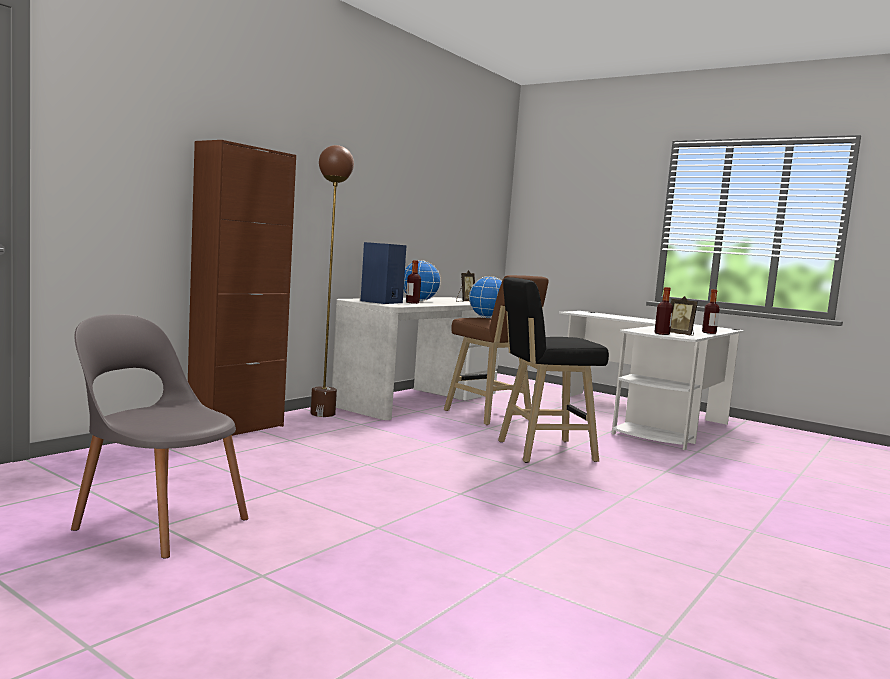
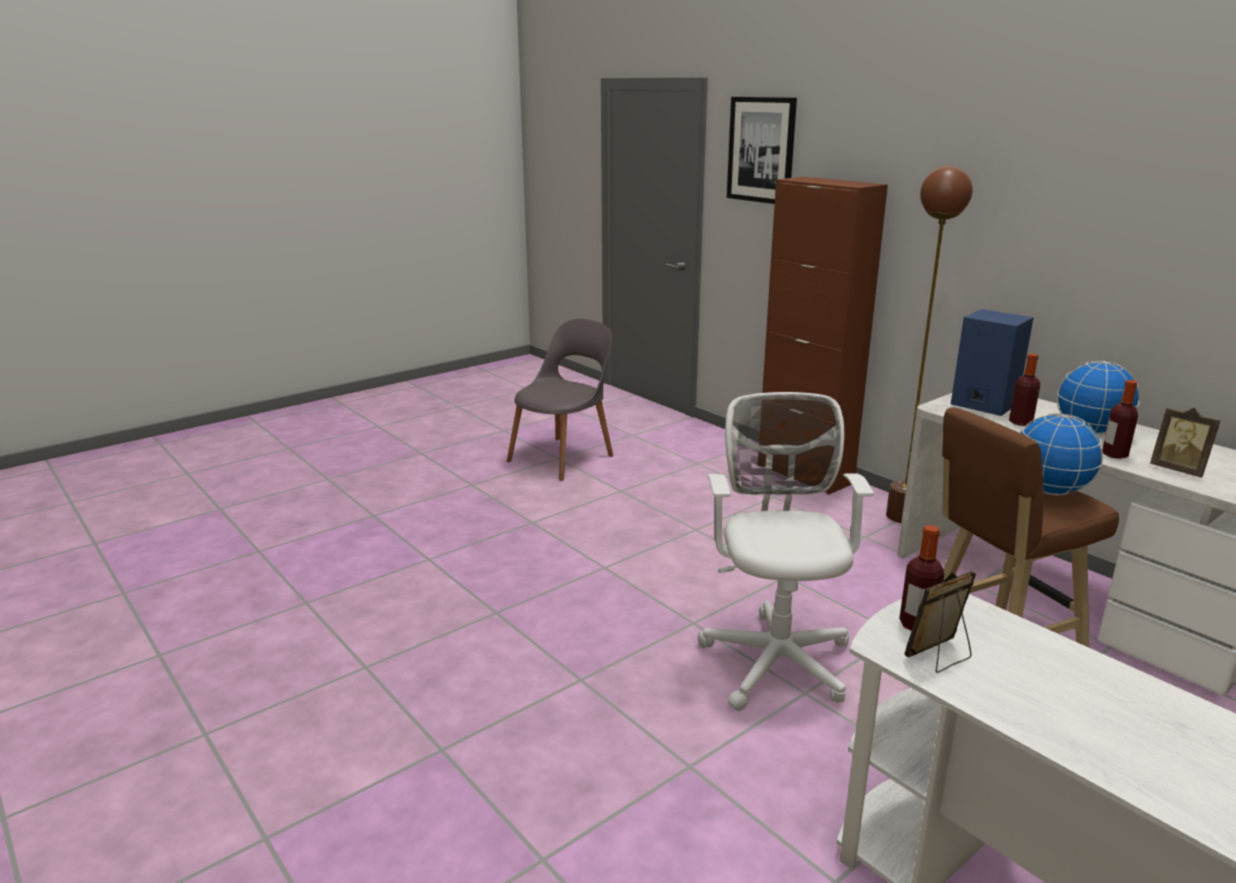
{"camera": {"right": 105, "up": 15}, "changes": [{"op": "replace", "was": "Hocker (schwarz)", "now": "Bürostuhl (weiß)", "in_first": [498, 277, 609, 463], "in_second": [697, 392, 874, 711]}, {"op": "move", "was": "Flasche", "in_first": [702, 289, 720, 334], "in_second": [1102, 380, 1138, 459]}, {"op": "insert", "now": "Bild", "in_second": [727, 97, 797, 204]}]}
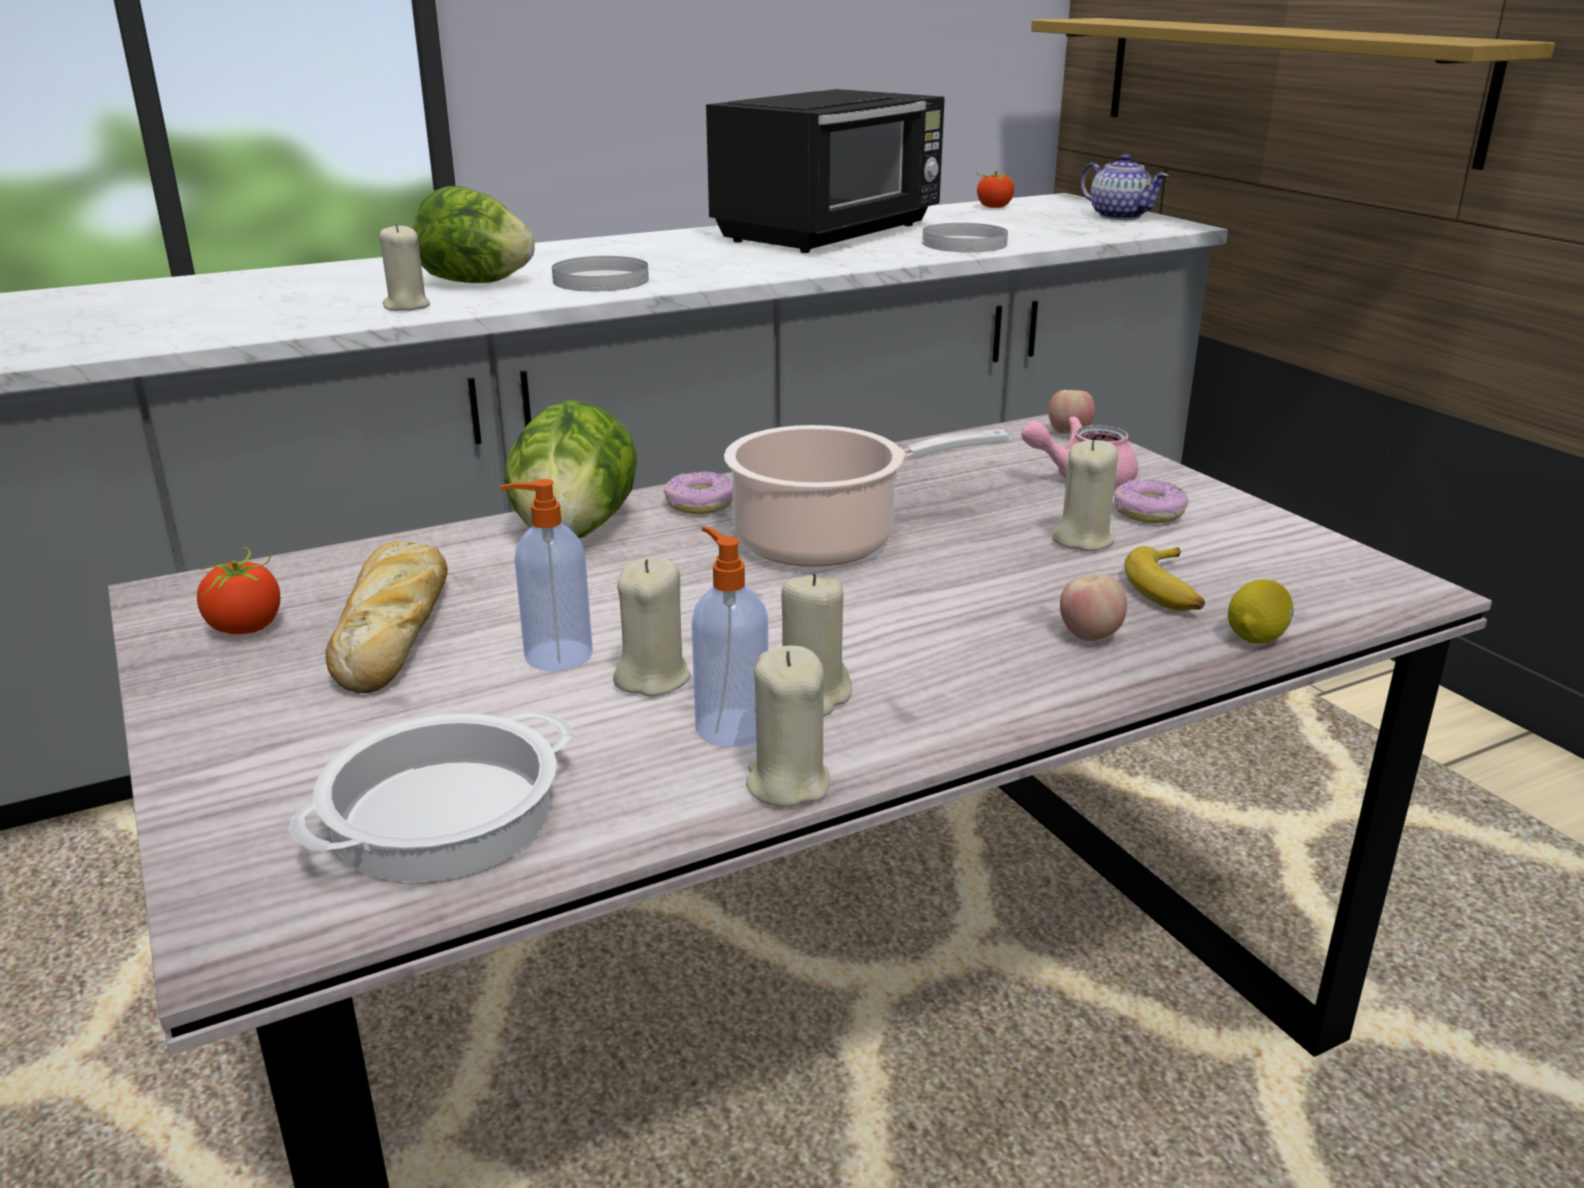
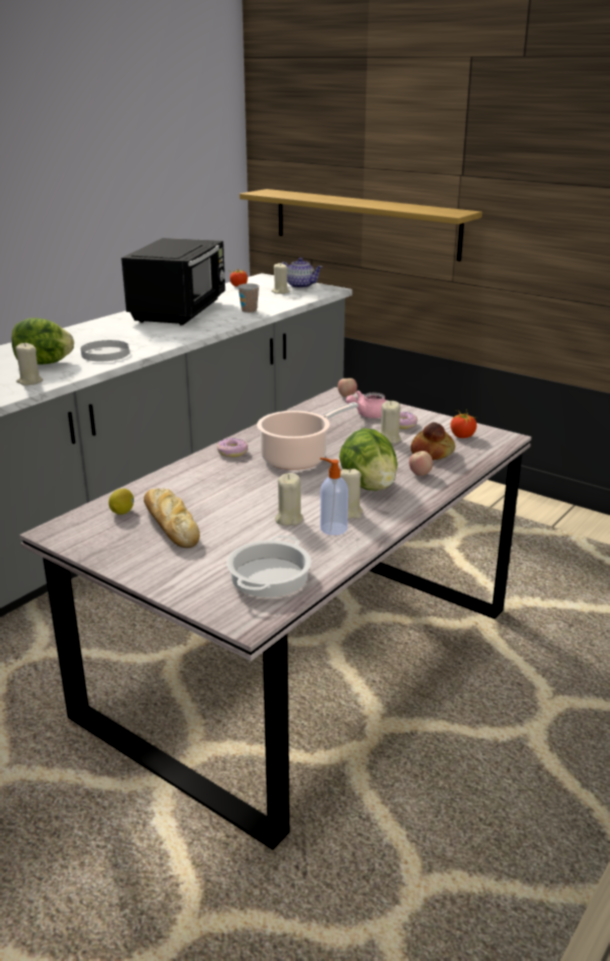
{"camera": {"right": -25, "up": 0}, "changes": [{"op": "move", "was": "Tomate", "in_first": [197, 547, 280, 634], "in_second": [451, 410, 477, 438]}, {"op": "delete", "was": "Seifenspender", "in_first": [500, 479, 593, 671]}, {"op": "move", "was": "Salatkopf", "in_first": [503, 400, 637, 538], "in_second": [339, 428, 397, 491]}, {"op": "move", "was": "Kerze (beige)", "in_first": [746, 646, 830, 807], "in_second": [272, 263, 289, 294]}, {"op": "replace", "was": "Teller (weiß)", "now": "Tasse", "in_first": [922, 223, 1008, 252], "in_second": [238, 283, 260, 313]}, {"op": "replace", "was": "Banane", "now": "Brot", "in_first": [1124, 546, 1205, 611], "in_second": [411, 422, 455, 460]}, {"op": "move", "was": "Zitrone", "in_first": [1228, 579, 1294, 644], "in_second": [109, 488, 134, 515]}]}
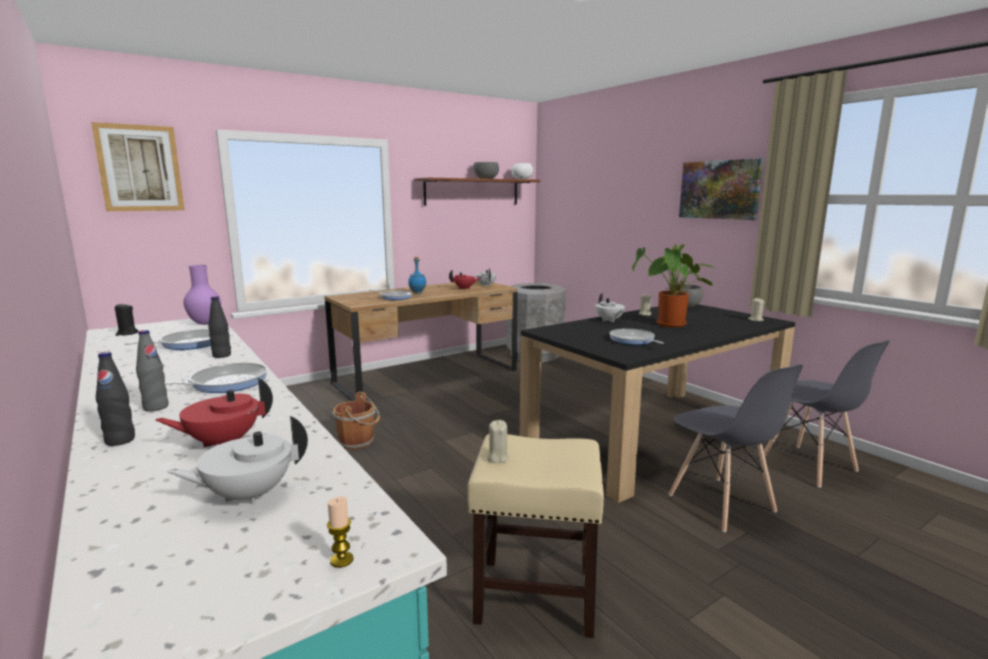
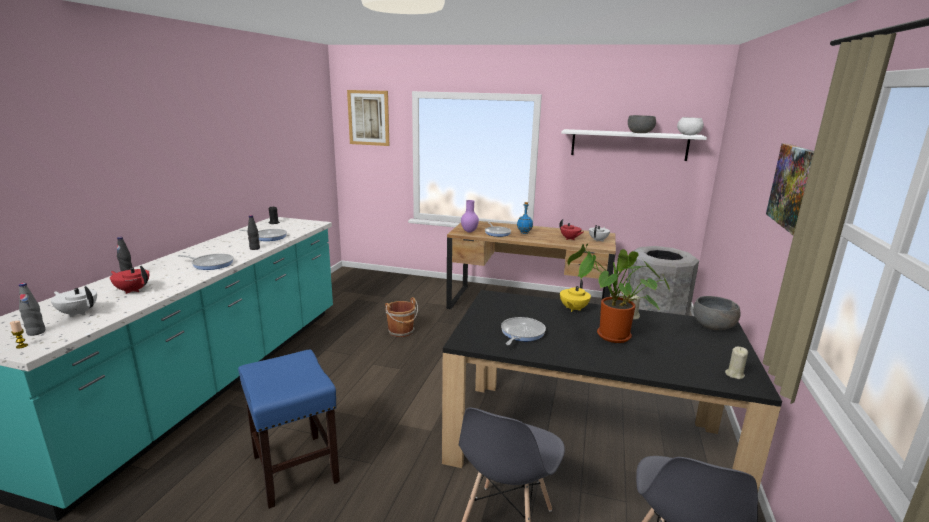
{"camera": {"right": 50, "up": 5}, "changes": [{"op": "move", "was": "Flasche (grau)", "in_first": [136, 330, 169, 412], "in_second": [19, 283, 45, 336]}, {"op": "move", "was": "Vase (lila)", "in_first": [184, 265, 221, 325], "in_second": [461, 200, 479, 233]}, {"op": "recolor", "was": "Wandregal (braun)", "now": "Wandregal (weiß)", "in_first": [414, 178, 540, 206], "in_second": [561, 129, 707, 161]}, {"op": "recolor", "was": "Hocker (beige)", "now": "Hocker (blau)", "in_first": [467, 434, 604, 638], "in_second": [238, 349, 340, 509]}, {"op": "delete", "was": "Kerze (beige)", "in_first": [486, 420, 509, 463]}, {"op": "recolor", "was": "Teekanne (weiß)", "now": "Teekanne (gelb)", "in_first": [595, 293, 625, 322], "in_second": [560, 279, 591, 312]}]}
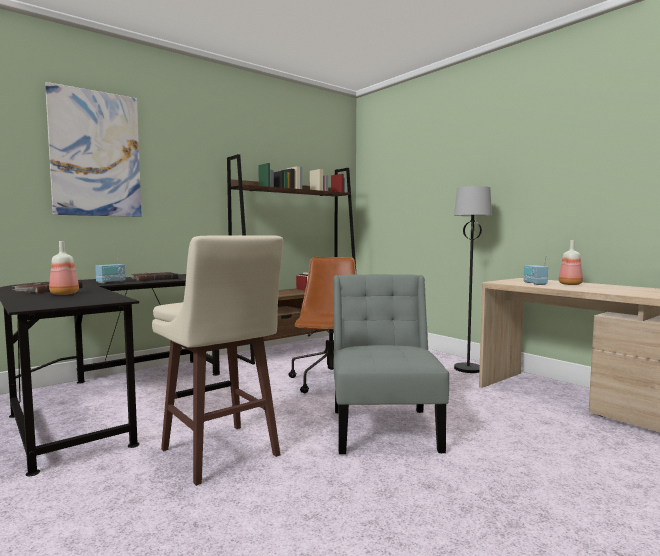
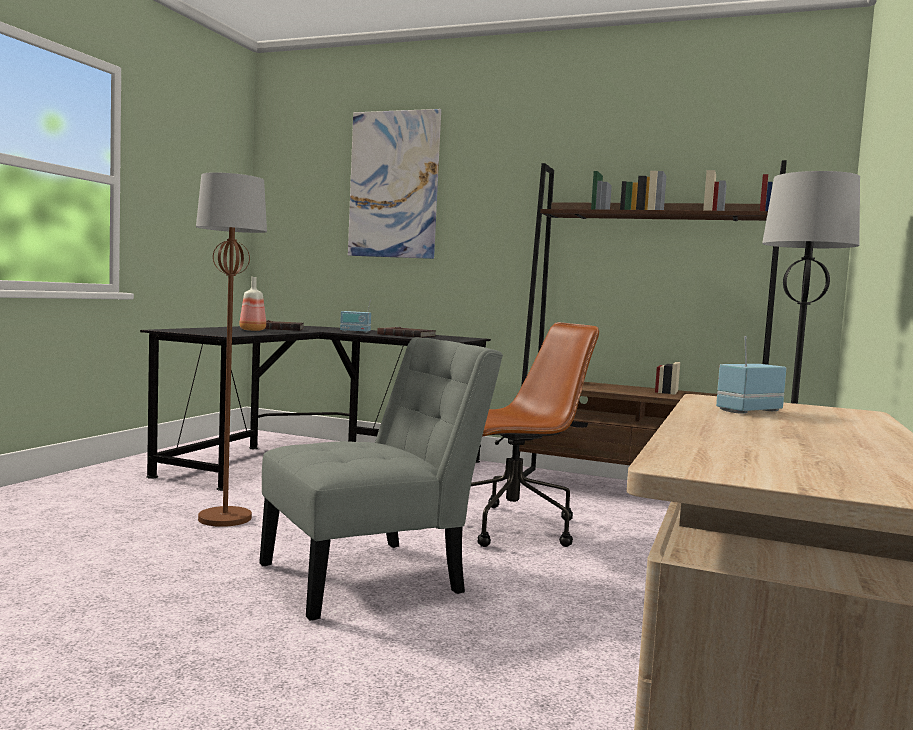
{"camera": {"right": 60, "up": 0}, "changes": [{"op": "replace", "was": "Hocker (beige)", "now": "Stehlampe (braun)", "in_first": [152, 235, 283, 486], "in_second": [196, 172, 267, 527]}, {"op": "delete", "was": "Flasche", "in_first": [559, 240, 583, 285]}]}
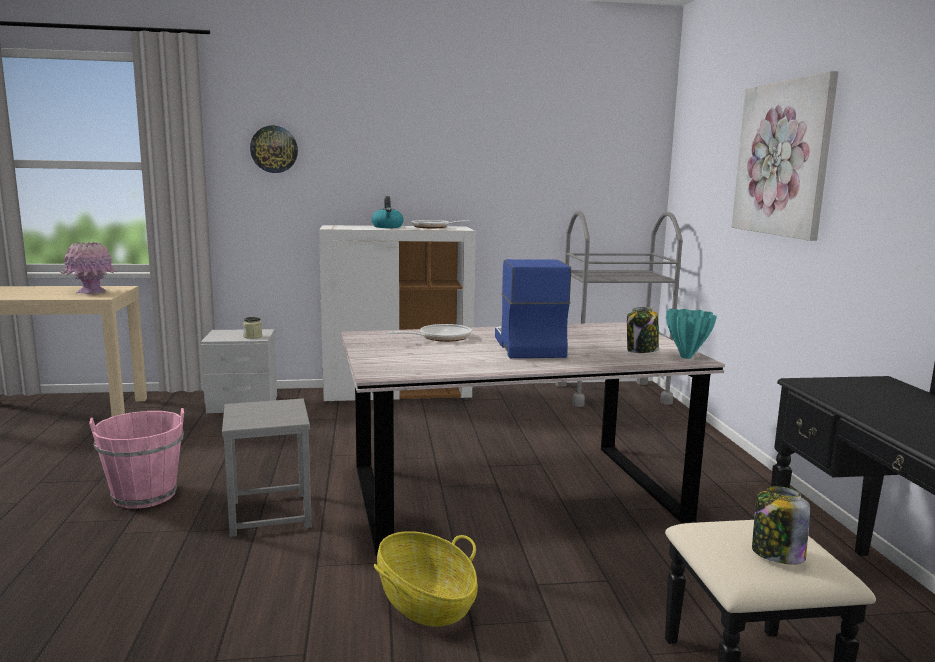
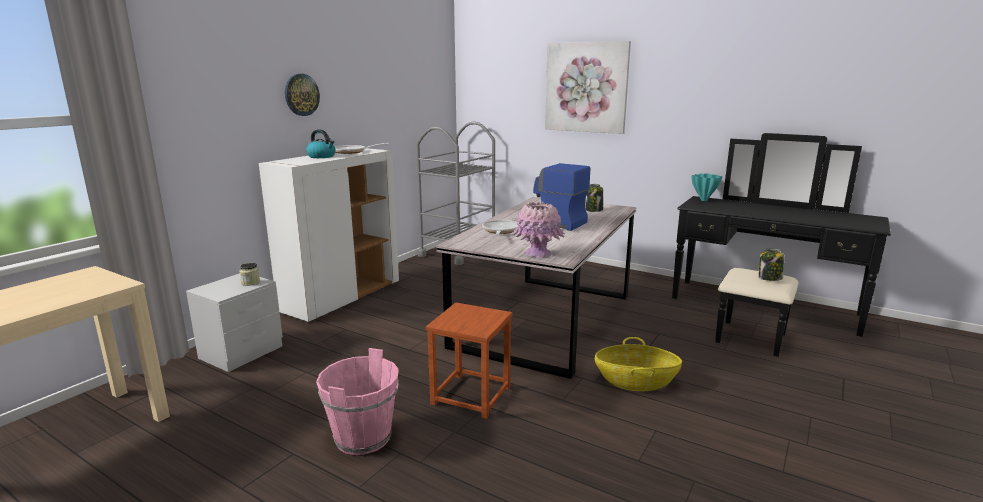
{"camera": {"right": -50, "up": 5}, "changes": [{"op": "move", "was": "Vase (rosa)", "in_first": [60, 241, 118, 294], "in_second": [512, 202, 565, 258]}, {"op": "recolor", "was": "Hocker (grau)", "now": "Hocker (braun)", "in_first": [222, 398, 312, 537], "in_second": [426, 302, 512, 419]}, {"op": "move", "was": "Wanduhr", "in_first": [250, 126, 298, 173], "in_second": [285, 74, 320, 116]}, {"op": "move", "was": "Vase (türkis)", "in_first": [666, 309, 717, 359], "in_second": [691, 174, 722, 201]}]}
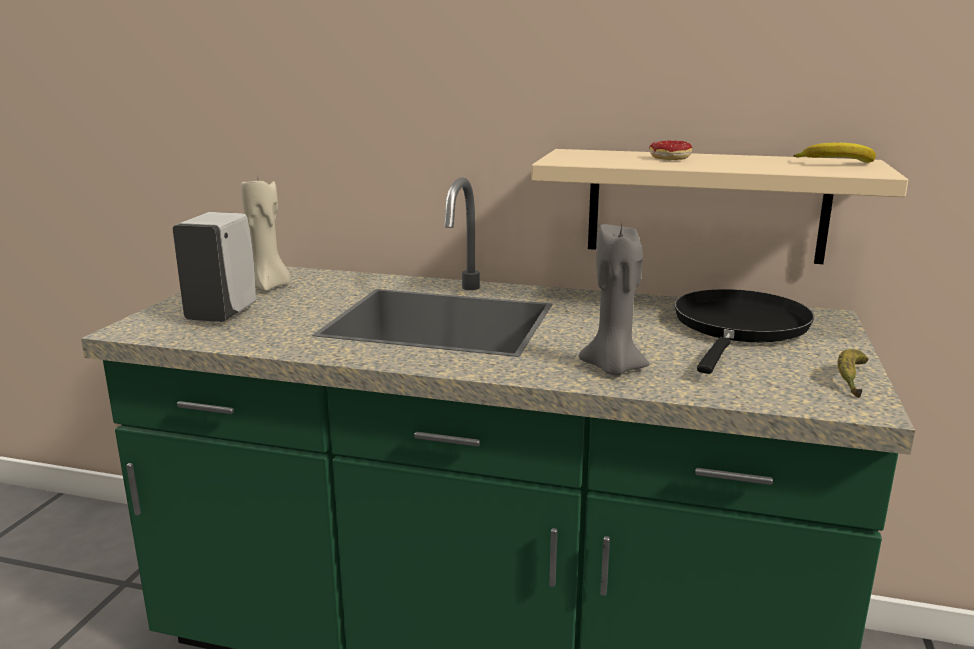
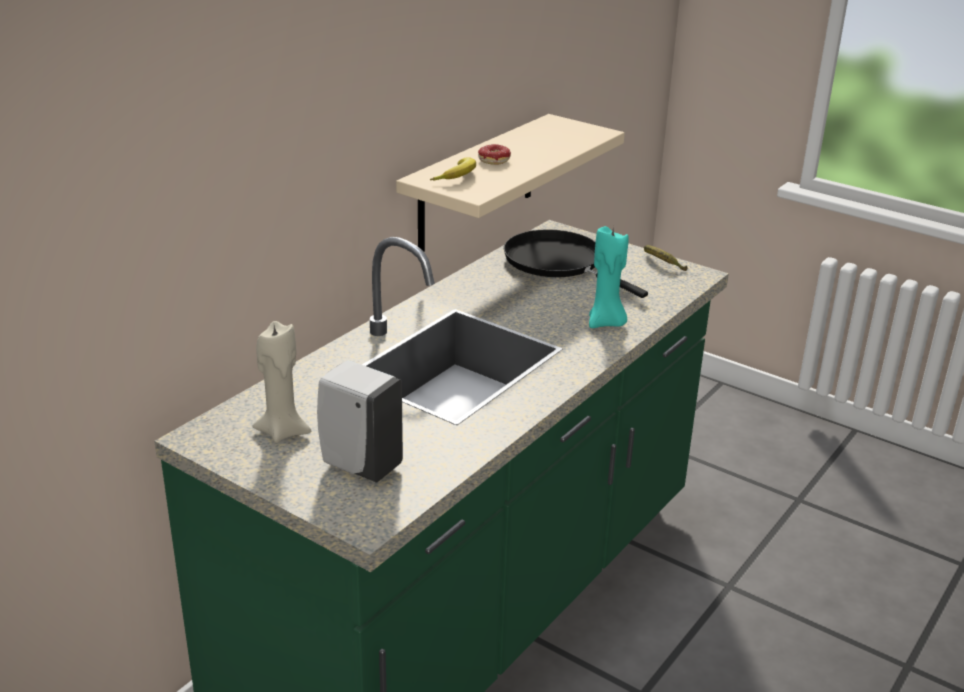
{"camera": {"right": -70, "up": 10}, "changes": [{"op": "recolor", "was": "Kerze (grau)", "now": "Kerze (türkis)", "in_first": [579, 224, 650, 376], "in_second": [589, 226, 629, 328]}, {"op": "move", "was": "Banane", "in_first": [793, 143, 876, 163], "in_second": [430, 157, 476, 180]}]}
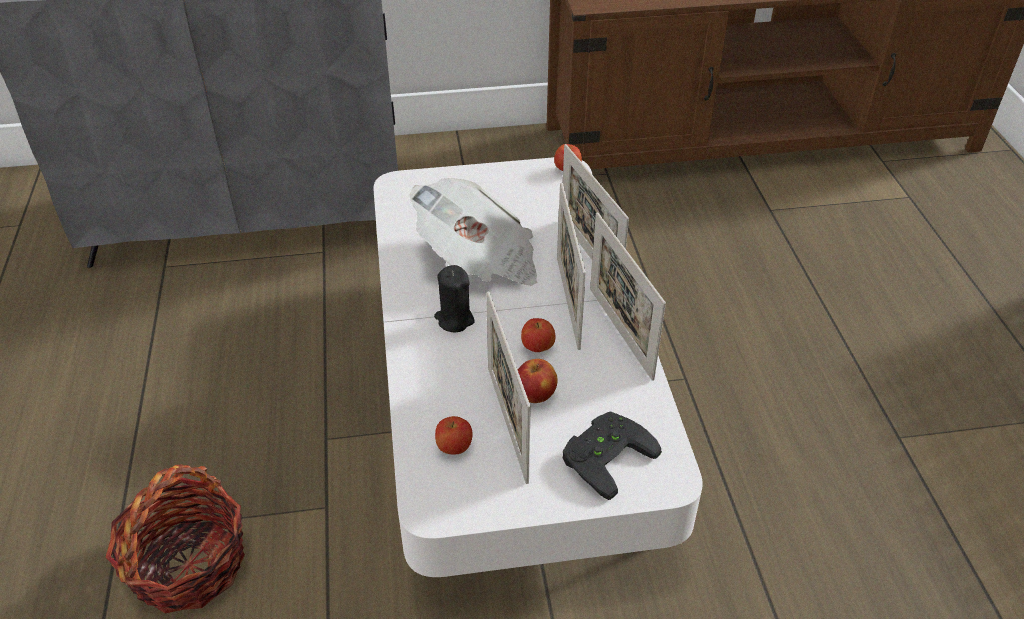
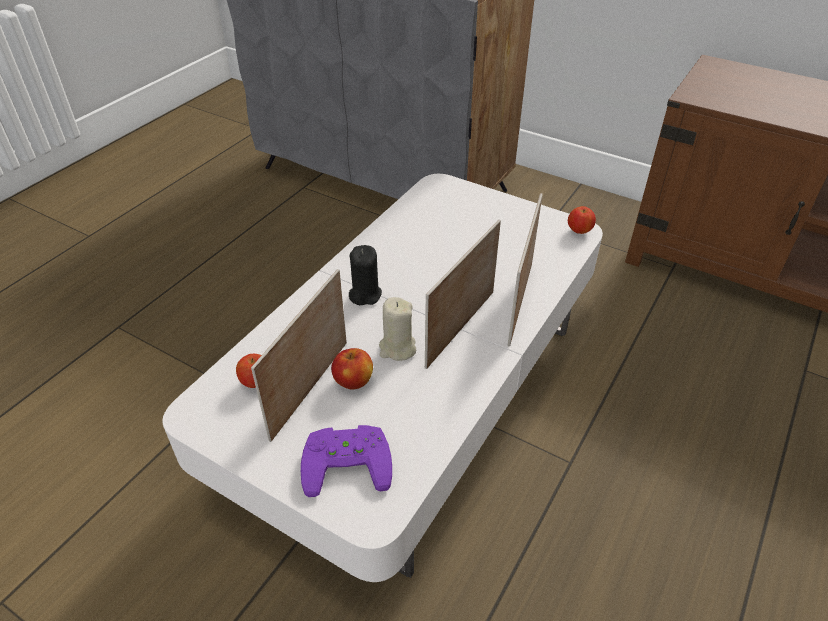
{"camera": {"right": 40, "up": 0}, "changes": [{"op": "delete", "was": "Korb", "in_first": [105, 465, 245, 613]}, {"op": "delete", "was": "Zeitung", "in_first": [410, 178, 537, 286]}, {"op": "replace", "was": "Apfel", "now": "Kerze (beige)", "in_first": [521, 318, 556, 352], "in_second": [379, 297, 416, 361]}, {"op": "recolor", "was": "Gamepad (schwarz)", "now": "Gamepad (lila)", "in_first": [563, 411, 662, 500], "in_second": [301, 425, 392, 497]}, {"op": "delete", "was": "Bilderrahmen", "in_first": [590, 212, 666, 381]}]}
